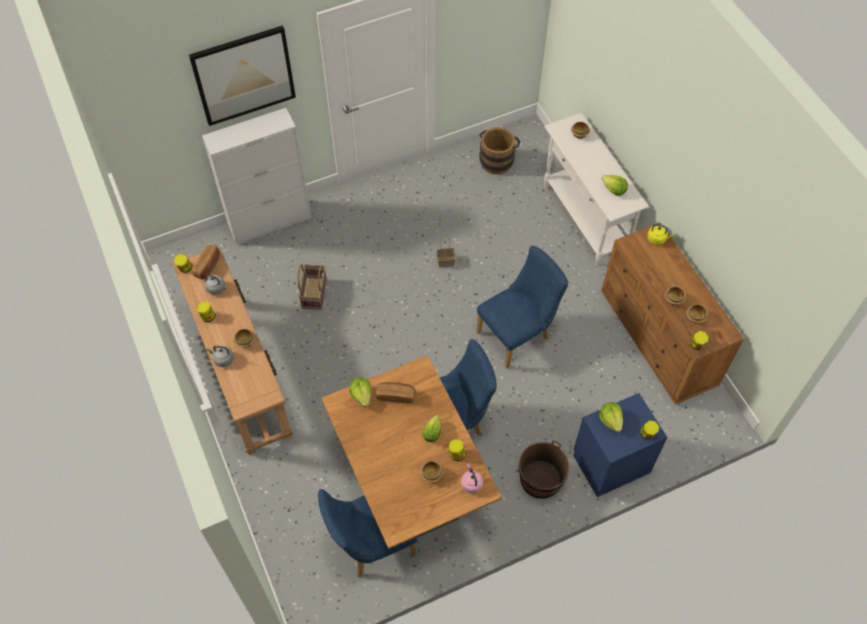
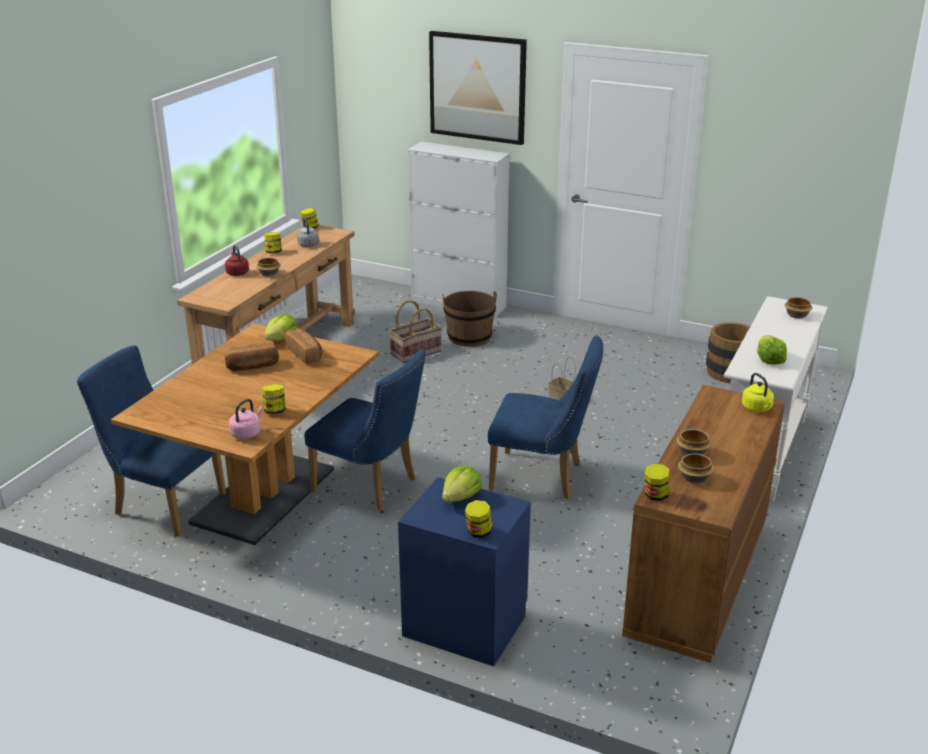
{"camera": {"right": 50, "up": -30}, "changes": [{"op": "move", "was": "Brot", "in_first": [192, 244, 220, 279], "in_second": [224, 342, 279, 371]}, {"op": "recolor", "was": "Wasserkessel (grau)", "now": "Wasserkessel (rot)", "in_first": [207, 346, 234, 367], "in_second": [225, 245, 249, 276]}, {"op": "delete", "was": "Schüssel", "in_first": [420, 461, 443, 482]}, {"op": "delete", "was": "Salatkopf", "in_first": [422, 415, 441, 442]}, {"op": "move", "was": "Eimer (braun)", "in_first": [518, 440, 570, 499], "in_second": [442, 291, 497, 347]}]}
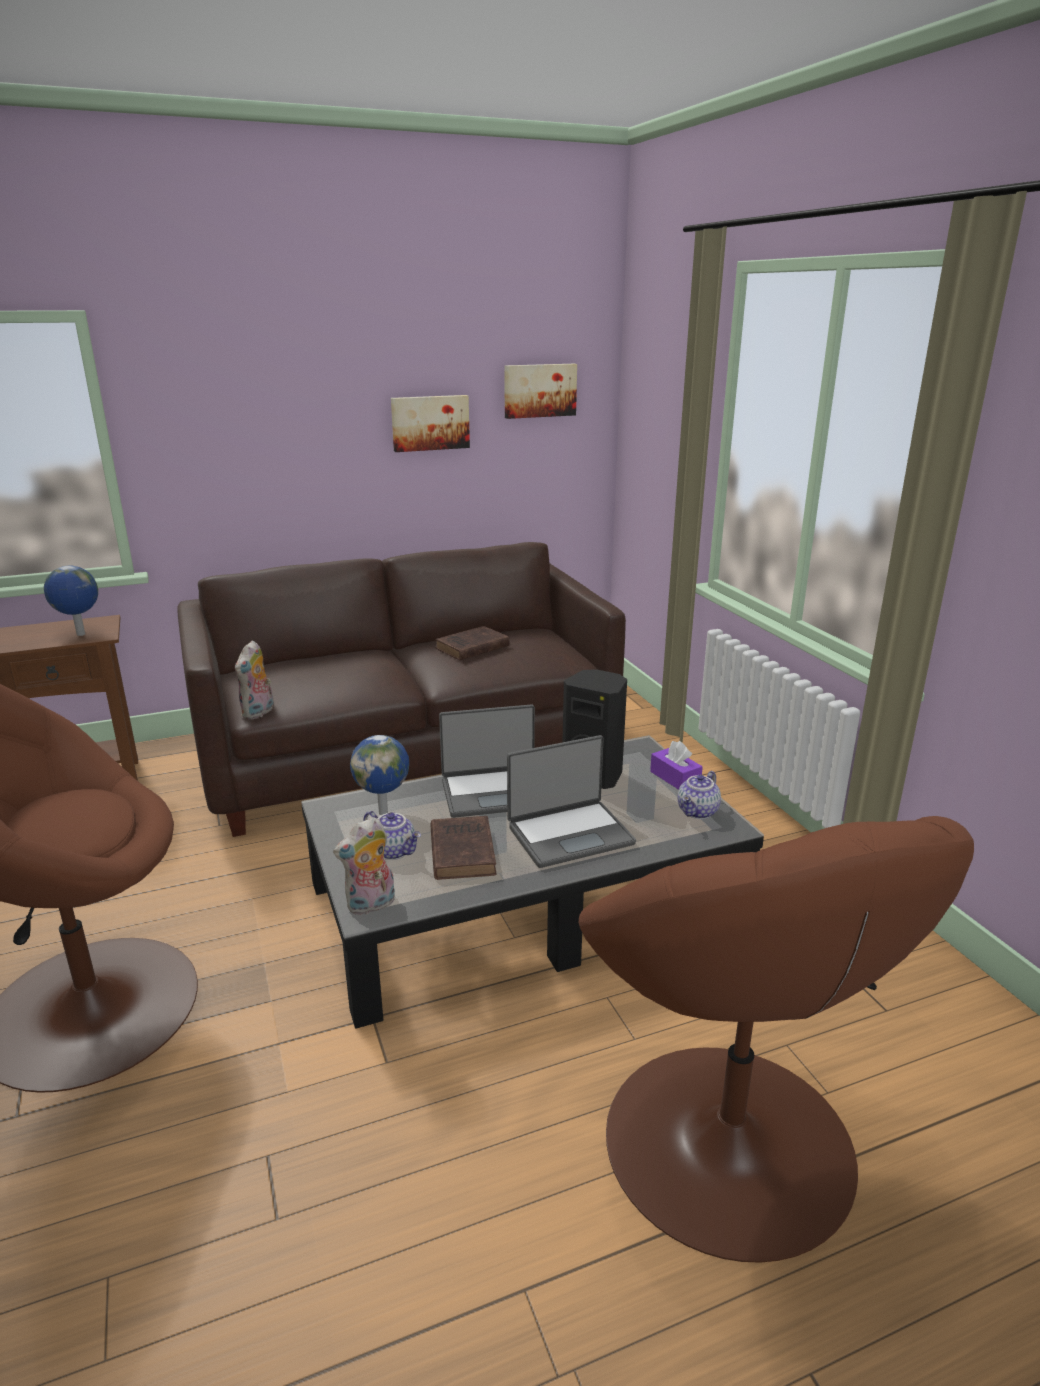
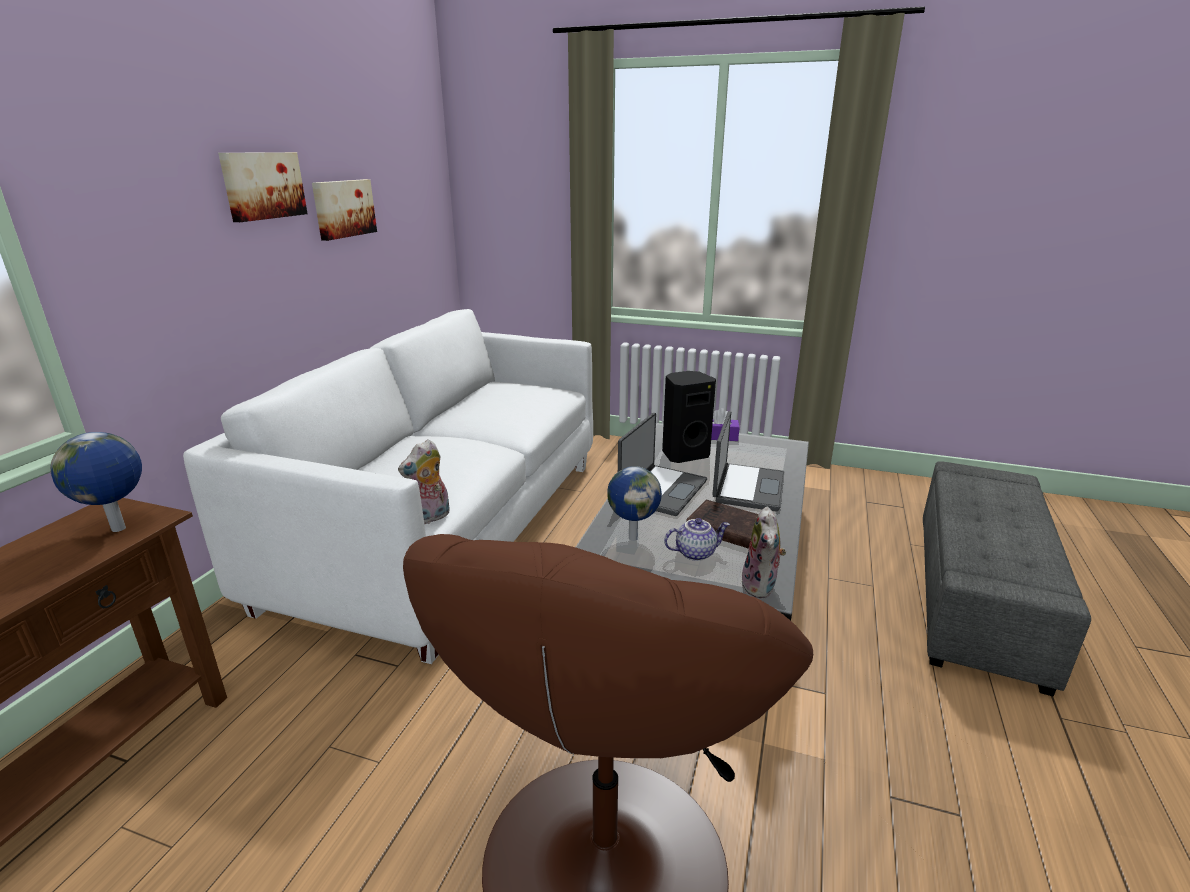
{"camera": {"right": -50, "up": 0}, "changes": [{"op": "recolor", "was": "Sofa (braun)", "now": "Sofa (weiß)", "in_first": [177, 542, 626, 837], "in_second": [183, 309, 593, 664]}, {"op": "rotate", "was": "Plüschtier", "in_first": [235, 640, 274, 719], "in_second": [398, 439, 450, 525], "clockwise": 75}, {"op": "delete", "was": "Buch (braun)", "in_first": [435, 626, 509, 660]}, {"op": "move", "was": "Bild", "in_first": [504, 364, 577, 419], "in_second": [218, 152, 308, 222]}, {"op": "replace", "was": "Sessel (braun)", "now": "Polsterhocker (grau)", "in_first": [579, 816, 974, 1263], "in_second": [923, 461, 1091, 697]}, {"op": "delete", "was": "Teekanne", "in_first": [678, 771, 721, 819]}]}
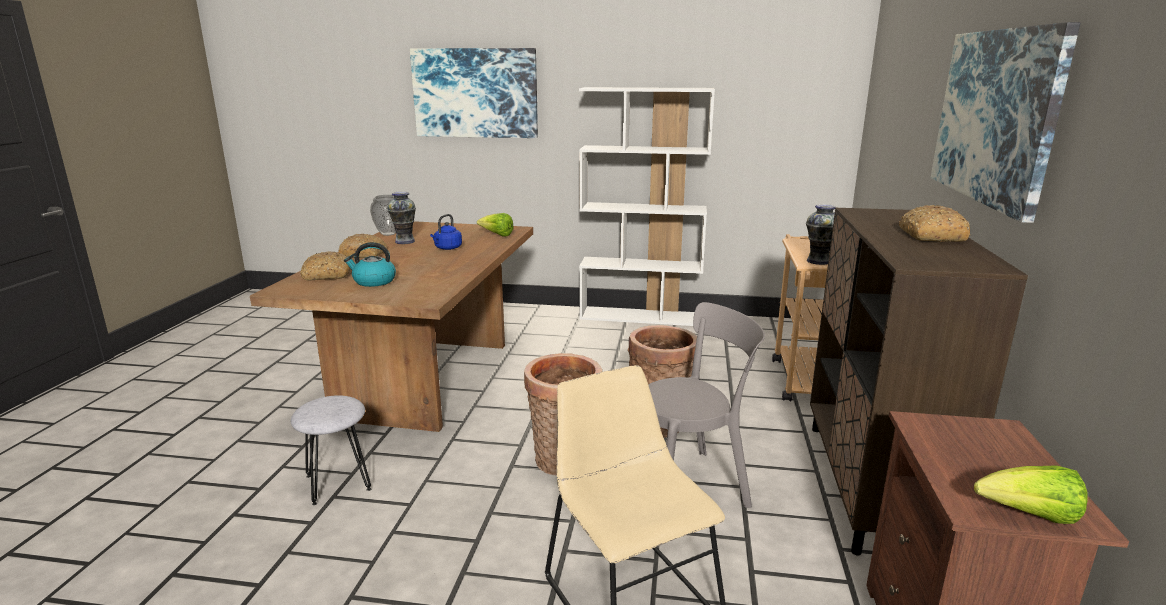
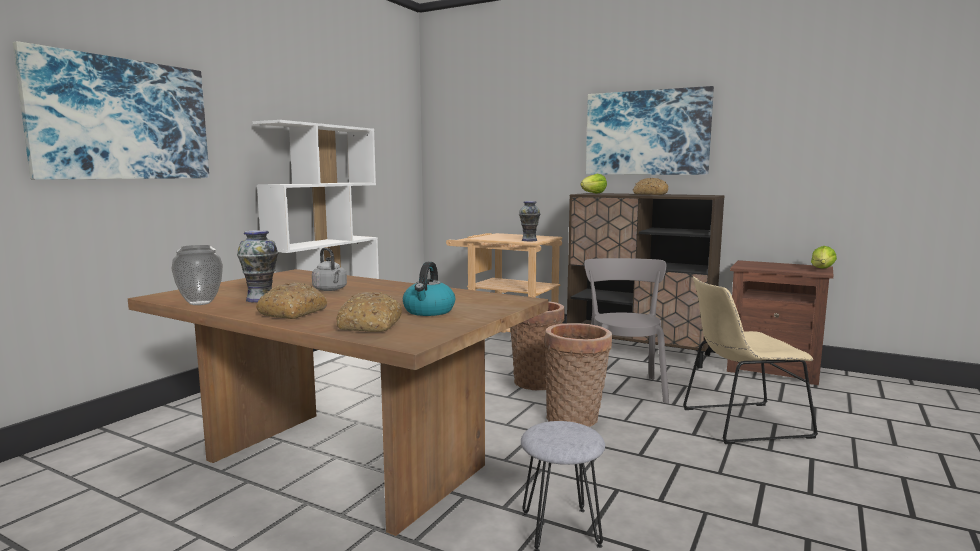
{"camera": {"right": -70, "up": -10}, "changes": [{"op": "recolor", "was": "Wasserkessel (blau)", "now": "Wasserkessel (grau)", "in_first": [430, 214, 462, 250], "in_second": [312, 248, 347, 291]}, {"op": "move", "was": "Salatkopf", "in_first": [477, 213, 514, 236], "in_second": [580, 174, 607, 194]}]}
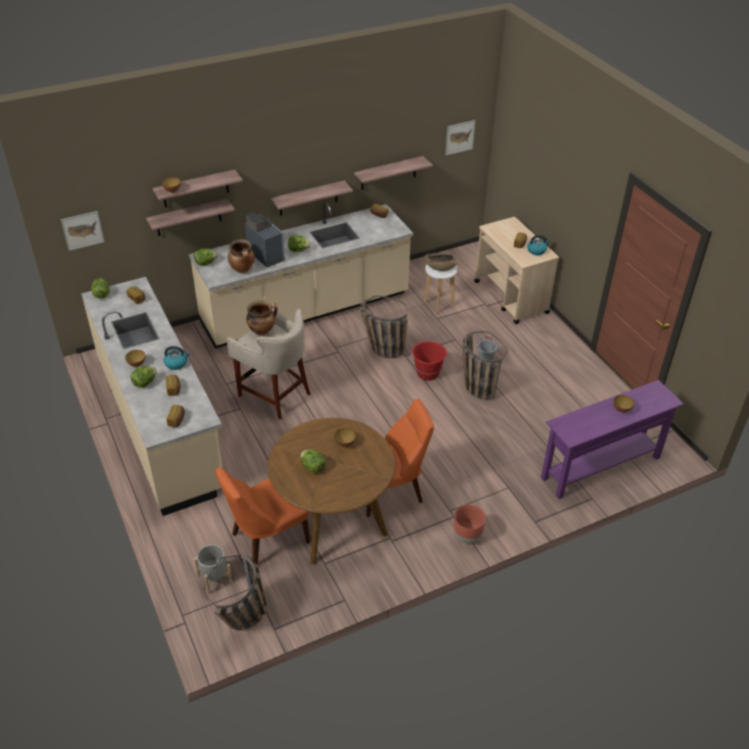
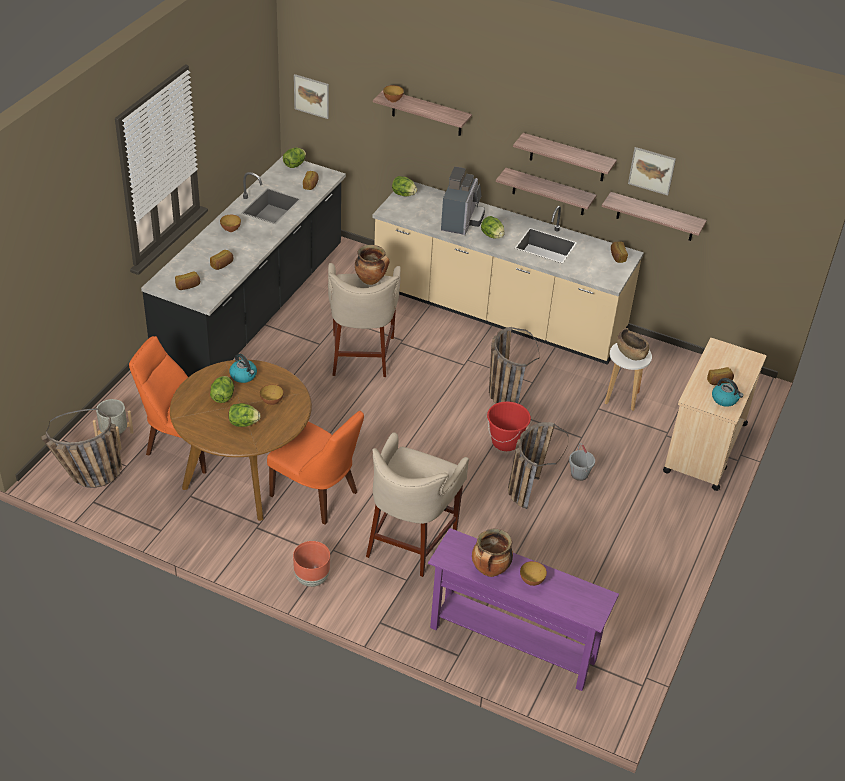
{"camera": {"right": 50, "up": 0}, "changes": [{"op": "recolor", "was": "Küchenzeile (beige)", "now": "Küchenzeile (schwarz)", "in_first": [81, 277, 223, 516], "in_second": [141, 156, 346, 377]}, {"op": "move", "was": "Salatkopf", "in_first": [131, 366, 156, 388], "in_second": [229, 403, 261, 427]}, {"op": "move", "was": "Wandregal", "in_first": [146, 199, 235, 236], "in_second": [513, 133, 617, 181]}, {"op": "move", "was": "Wasserkessel", "in_first": [164, 346, 190, 370], "in_second": [229, 354, 257, 383]}, {"op": "move", "was": "Kochtopf", "in_first": [228, 239, 255, 273], "in_second": [472, 529, 513, 577]}, {"op": "move", "was": "Bild", "in_first": [445, 120, 476, 156], "in_second": [628, 147, 676, 196]}, {"op": "insert", "now": "Hocker (beige)", "in_second": [366, 432, 469, 577]}]}
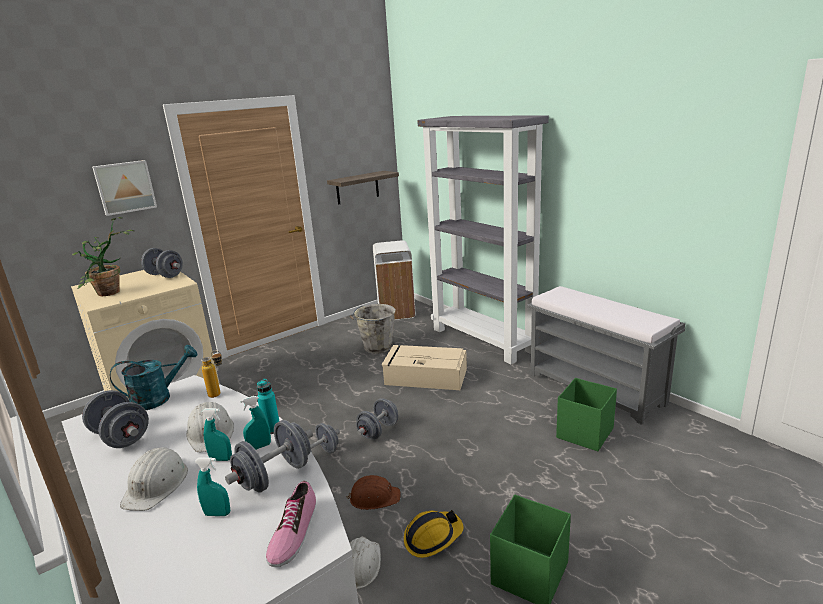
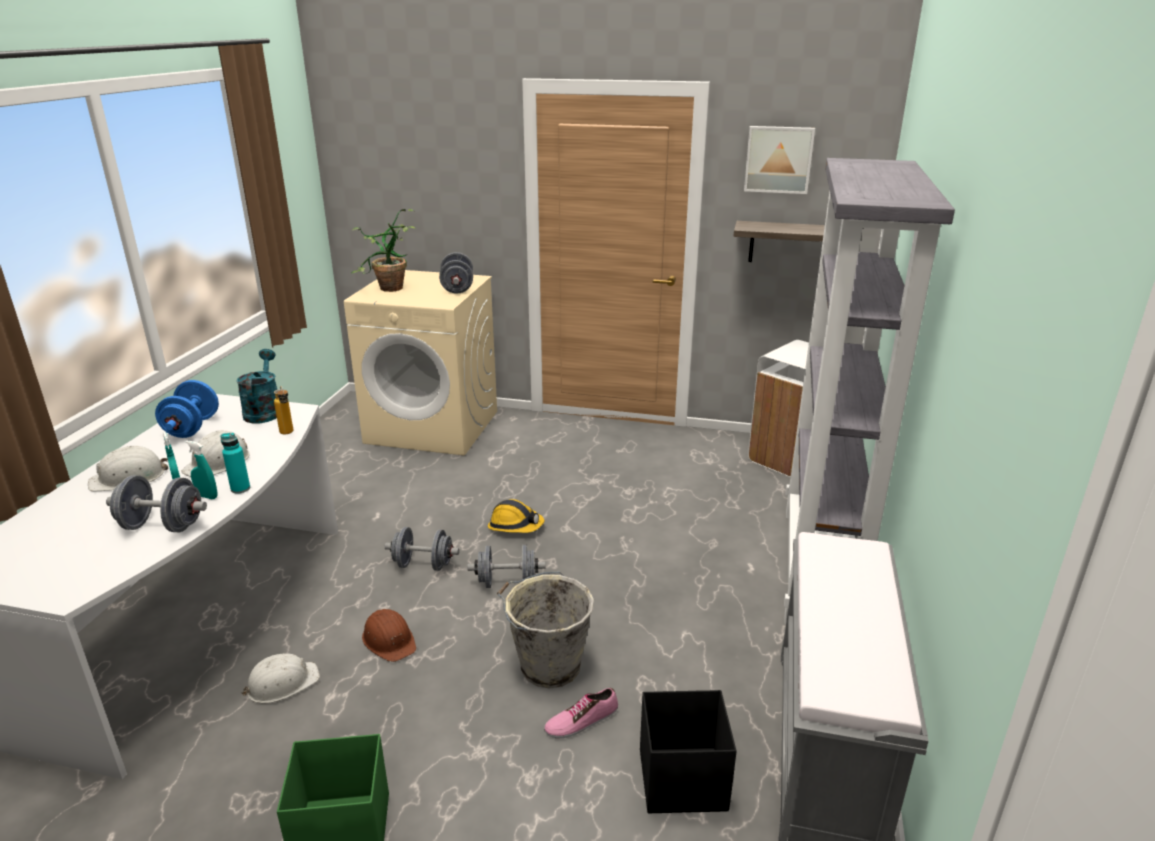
{"camera": {"right": 50, "up": 5}, "changes": [{"op": "recolor", "was": "Hantel (grau)", "now": "Hantel (blau)", "in_first": [82, 390, 149, 448], "in_second": [155, 380, 219, 438]}, {"op": "move", "was": "Bild", "in_first": [92, 160, 157, 216], "in_second": [744, 126, 815, 194]}, {"op": "rotate", "was": "Gießkanne (türkis)", "in_first": [110, 345, 198, 410], "in_second": [236, 349, 277, 424], "clockwise": -120}, {"op": "delete", "was": "Sprühflasche (türkis)", "in_first": [195, 457, 230, 516]}, {"op": "move", "was": "Schuh", "in_first": [266, 481, 316, 567], "in_second": [544, 688, 618, 738]}, {"op": "move", "was": "Eimer (grau)", "in_first": [350, 304, 396, 354], "in_second": [497, 571, 594, 688]}, {"op": "delete", "was": "Aufbewahrungsbox (beige)", "in_first": [382, 345, 467, 390]}, {"op": "move", "was": "Schutzhelm", "in_first": [404, 510, 463, 558], "in_second": [488, 499, 545, 533]}, {"op": "recolor", "was": "Aufbewahrungsbox (grün)", "now": "Aufbewahrungsbox (schwarz)", "in_first": [556, 378, 617, 451], "in_second": [640, 690, 737, 813]}]}
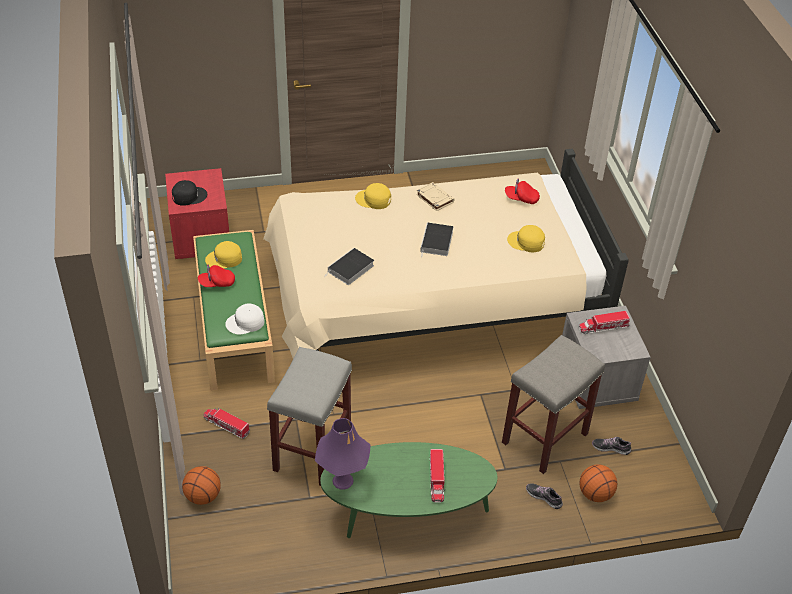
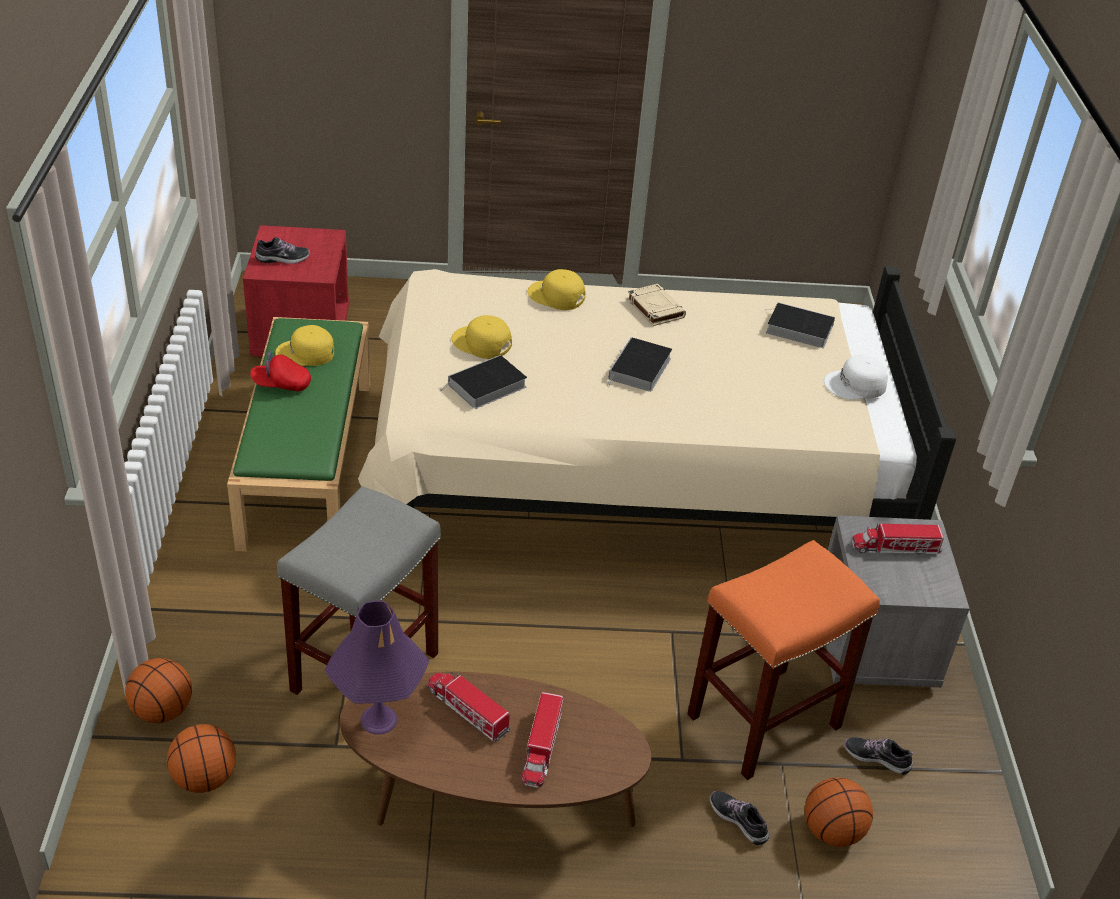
{"camera": {"right": 10, "up": -5}, "changes": [{"op": "replace", "was": "Kappe (schwarz)", "now": "Schuh", "in_first": [172, 180, 207, 206], "in_second": [255, 237, 310, 264]}, {"op": "move", "was": "Spielzeuglaster", "in_first": [204, 408, 250, 439], "in_second": [428, 672, 510, 742]}, {"op": "move", "was": "Kappe (weiß)", "in_first": [225, 303, 264, 334], "in_second": [824, 355, 888, 400]}, {"op": "recolor", "was": "Couchtisch (grün)", "now": "Couchtisch (braun)", "in_first": [320, 442, 497, 538], "in_second": [340, 672, 651, 827]}, {"op": "recolor", "was": "Hocker (grau)", "now": "Hocker (orange)", "in_first": [502, 335, 605, 474], "in_second": [687, 540, 880, 780]}, {"op": "replace", "was": "Kappe (rot)", "now": "Buch", "in_first": [505, 179, 540, 204], "in_second": [764, 302, 835, 348]}, {"op": "move", "was": "Kappe (gelb)", "in_first": [507, 225, 545, 252], "in_second": [452, 315, 512, 359]}, {"op": "insert", "now": "Basketball", "in_second": [167, 724, 236, 793]}]}
